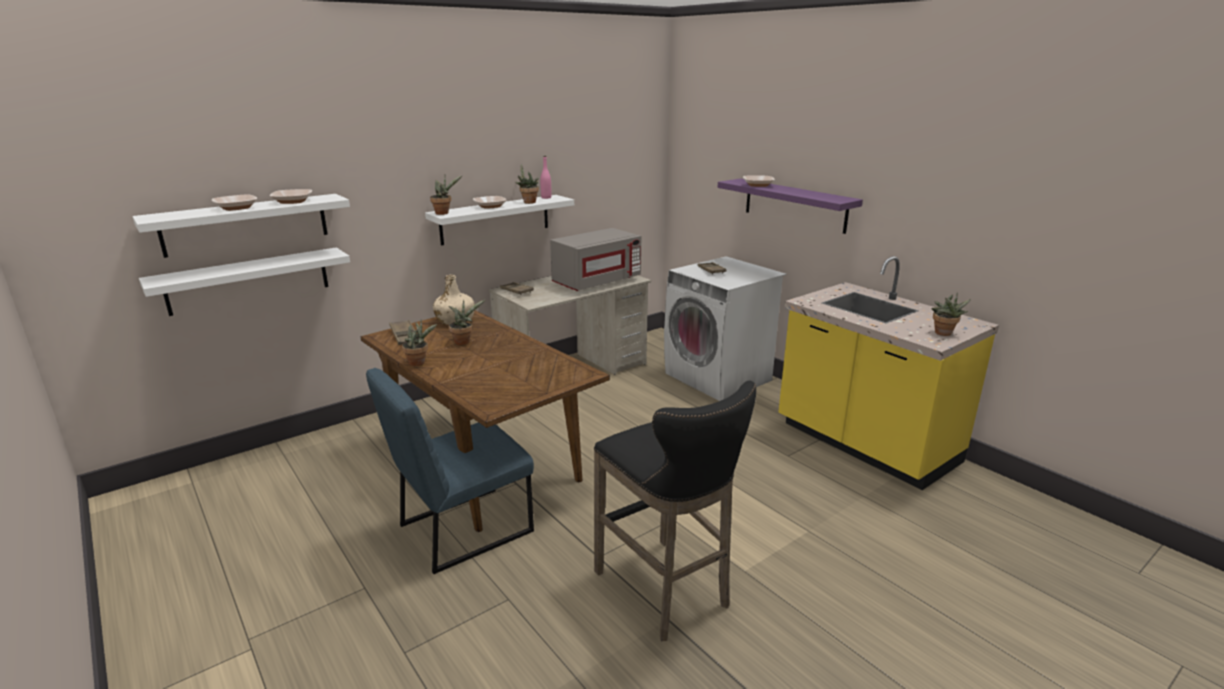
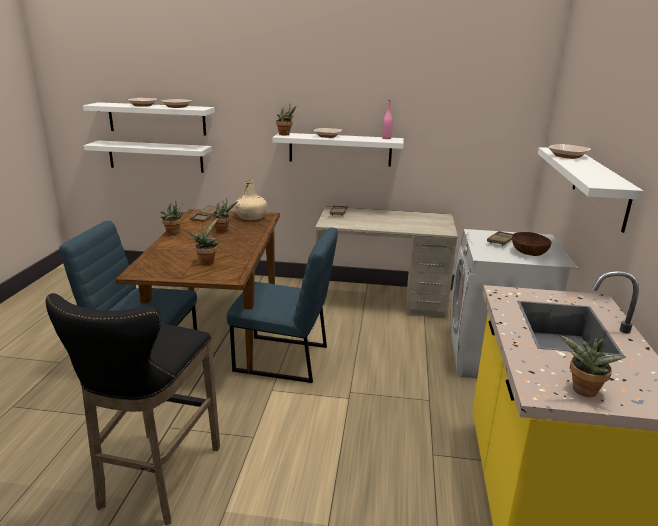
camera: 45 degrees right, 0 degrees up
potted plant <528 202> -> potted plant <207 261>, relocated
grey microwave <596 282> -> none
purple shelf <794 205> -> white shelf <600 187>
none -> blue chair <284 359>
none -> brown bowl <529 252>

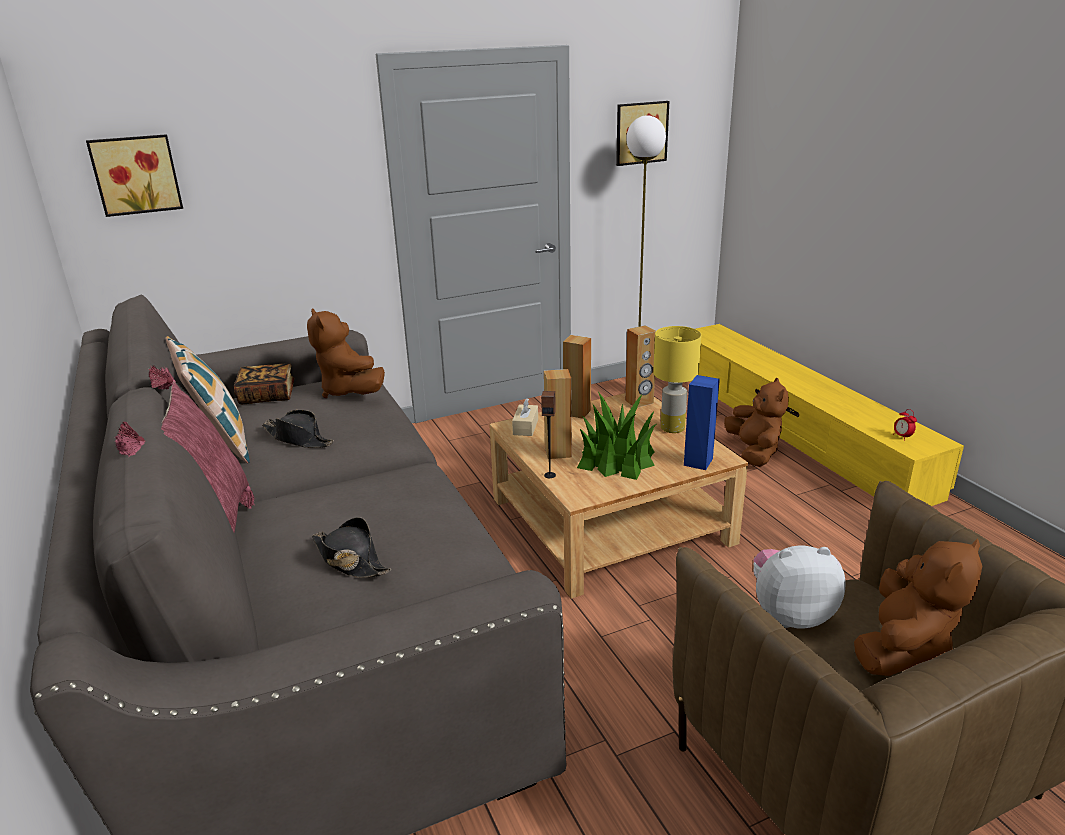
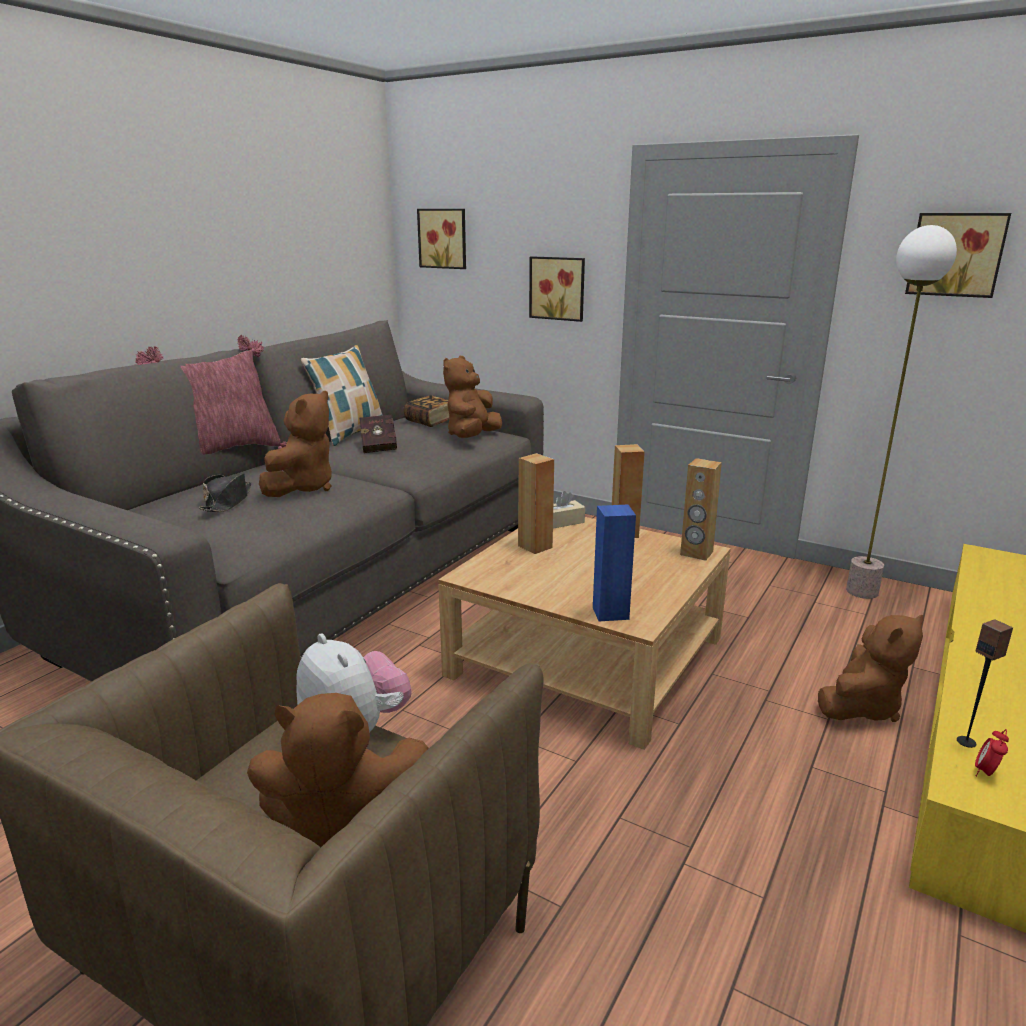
camera: 55 degrees right, 5 degrees down
black hat <299 439> -> red book <379 445>
speaker <550 475> -> speaker <966 742>, relocated
potted plant <616 459> -> none
yellow table lamp <673 428> -> none
none -> brown plush toy <302 487>
none -> picture <558 288>

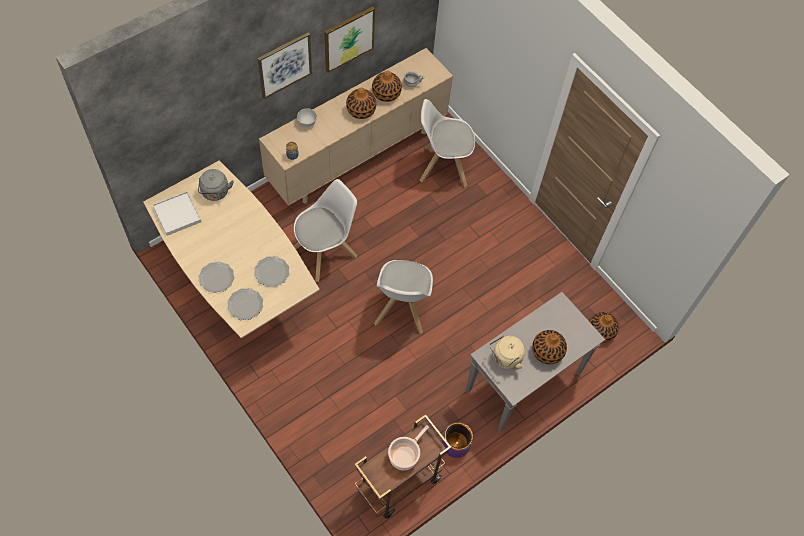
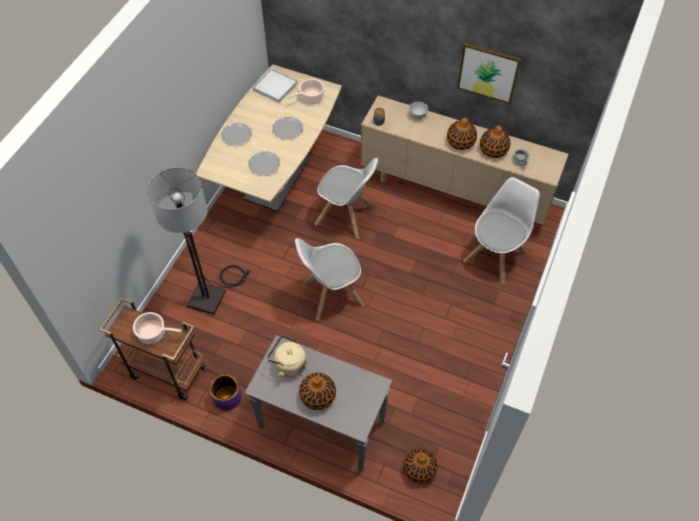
camera: 65 degrees right, 5 degrees down
grey kettle <215 193> -> cooking pot <310 98>
plate <245 305> -> plate <287 129>, relocated
picture <284 65> -> none
chair <443 166> -> chair <496 255>, 60 degrees clockwise
none -> floor lamp <215 292>

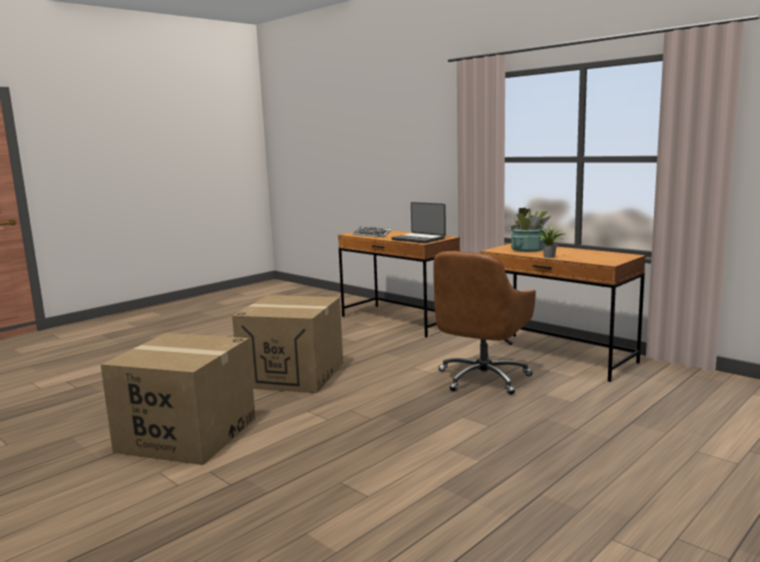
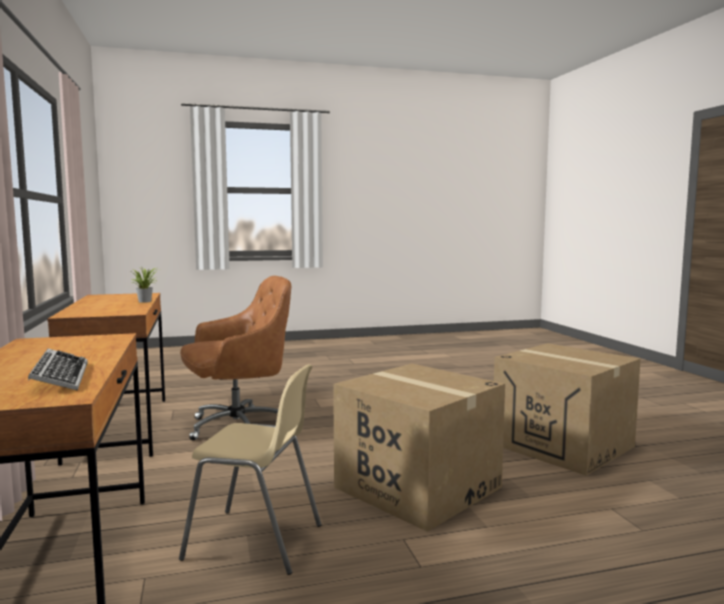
camera: 150 degrees left, 5 degrees down
laptop <419 239> -> none
potted plant <527 249> -> none
none -> beige chair <256 542>

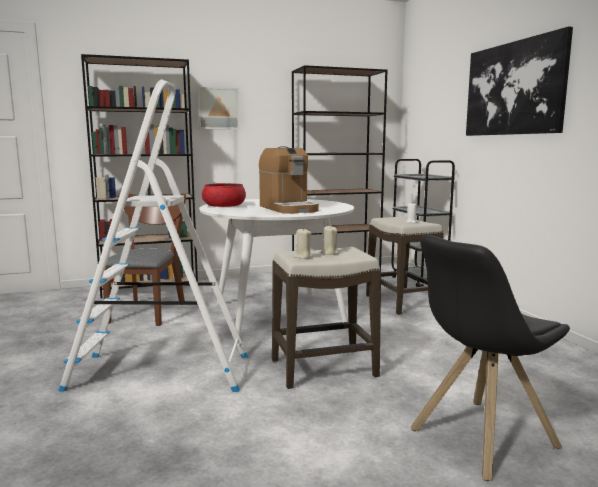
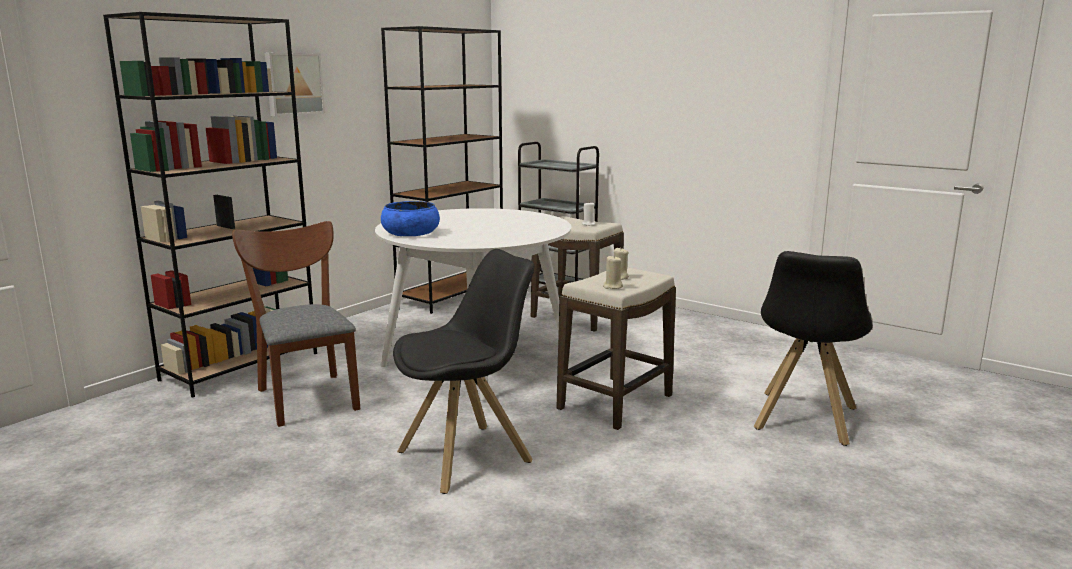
camera: 35 degrees left, 5 degrees up
white step ladder <159 372> -> black chair <466 456>
red bowl <224 205> -> blue bowl <410 233>
coffee machine <288 208> -> none
picture <514 88> -> none

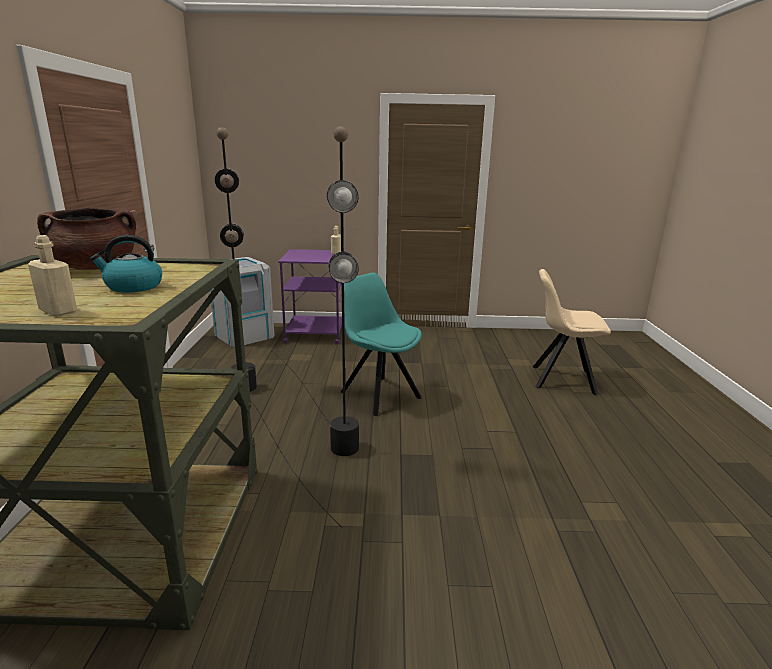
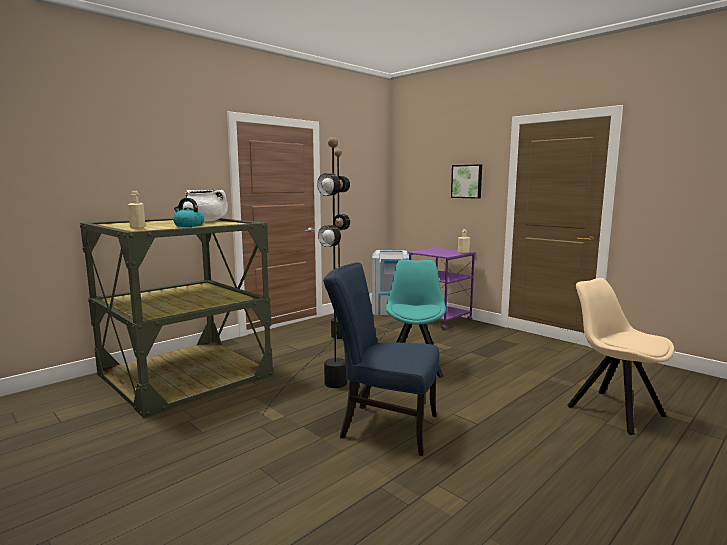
camera: 45 degrees right, 10 degrees down
brown cooking pot <96 268> -> white cooking pot <207 221>
none -> blue chair <382 426>
none -> picture <467 181>

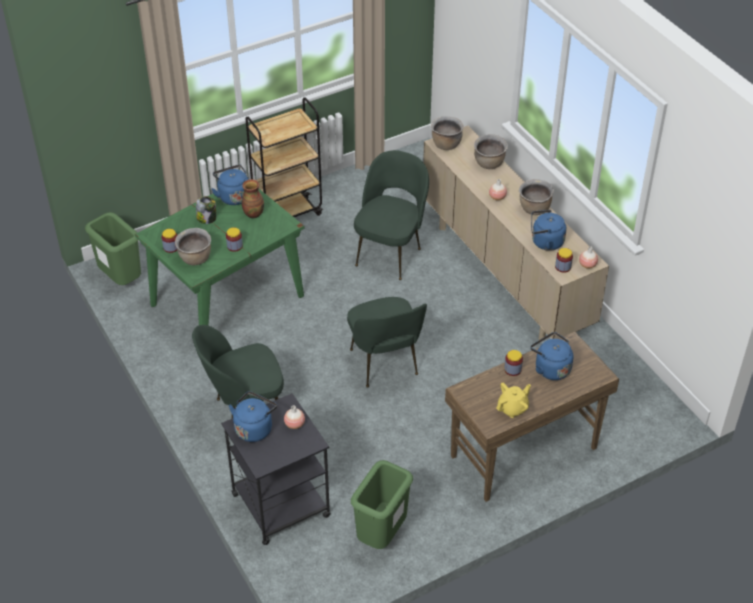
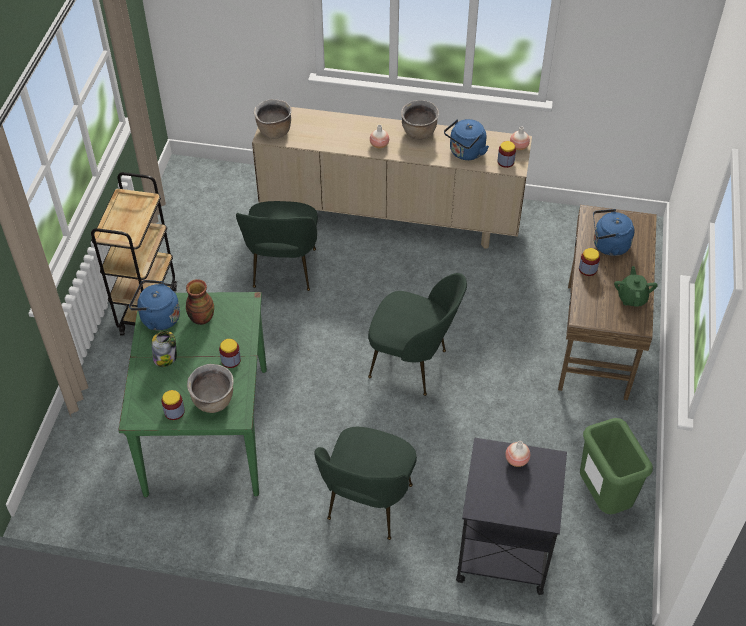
camera: 50 degrees left, 5 degrees up
green trash can <122 280> -> none
blue kettle <254 428> -> none
green chair <391 254> -> green chair <283 273>, 150 degrees counterclockwise
brown cooking pot <489 164> -> none
yellow teapot <513 408> -> green teapot <632 298>

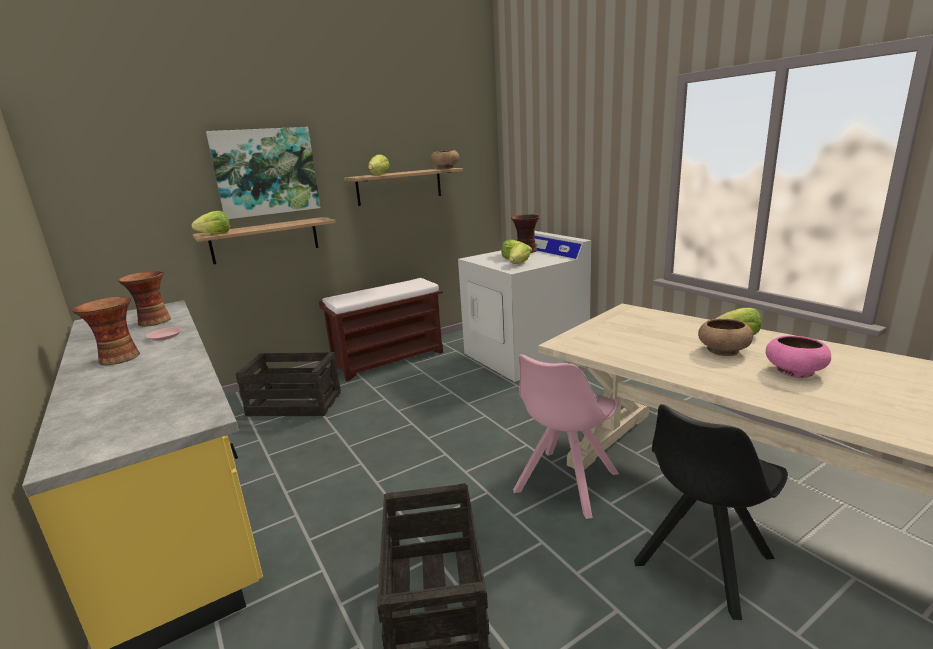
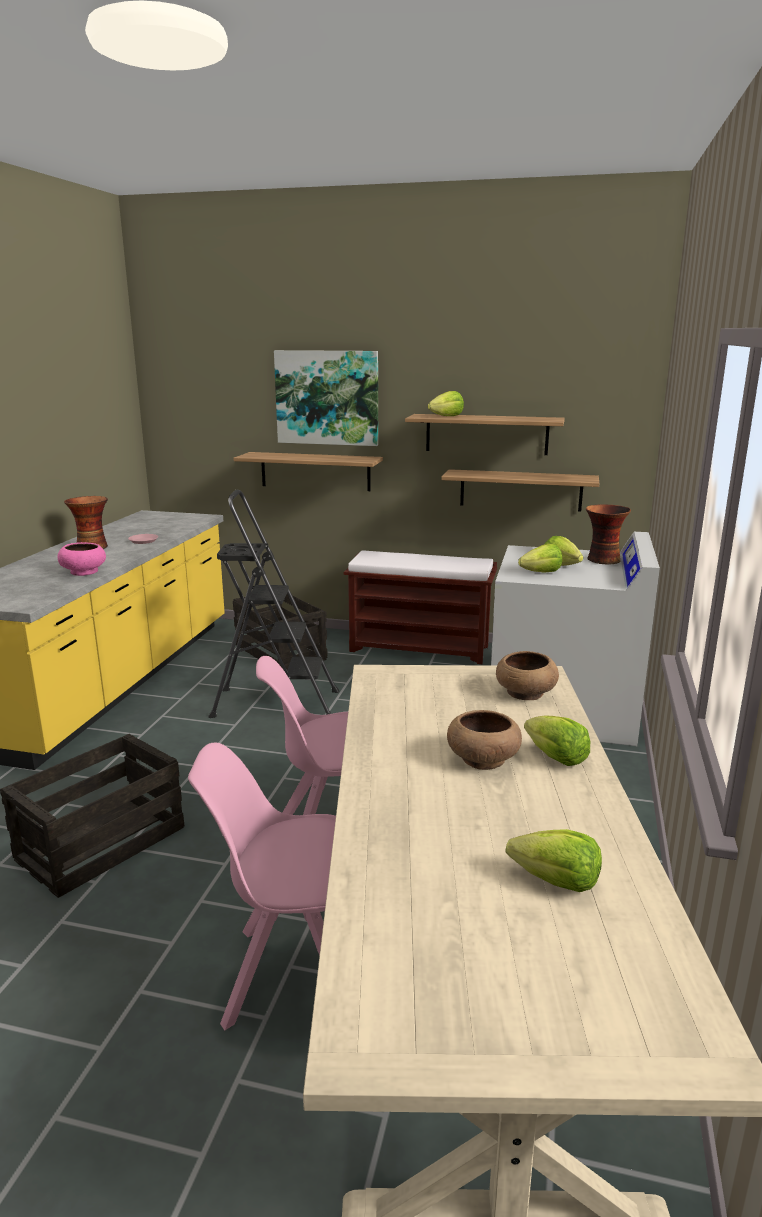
camera: 45 degrees right, 0 degrees up
vase <153 321> -> none
lettuce <215 234> -> lettuce <556 882>, relocated
brown bowl <445 168> -> brown bowl <525 693>, relocated
black chair <701 562> -> pink chair <293 976>
pink bowl <794 371> -> pink bowl <84 572>, relocated
none -> step ladder <274 703>
none -> shelf <520 490>

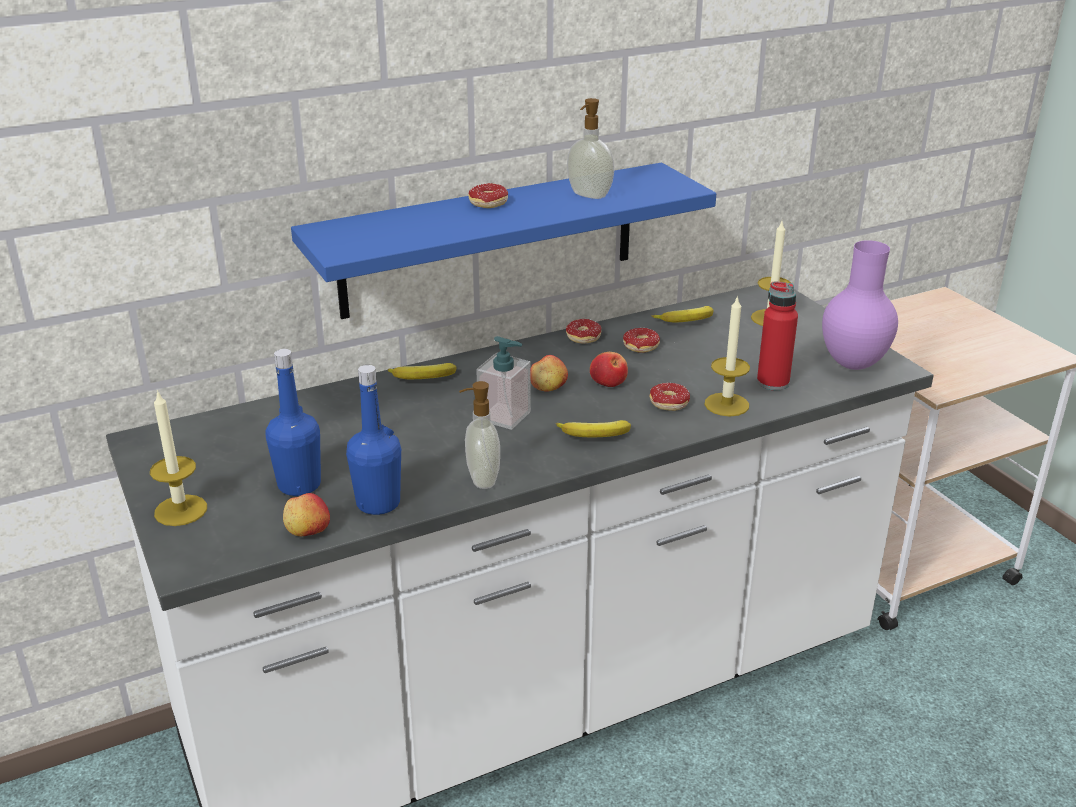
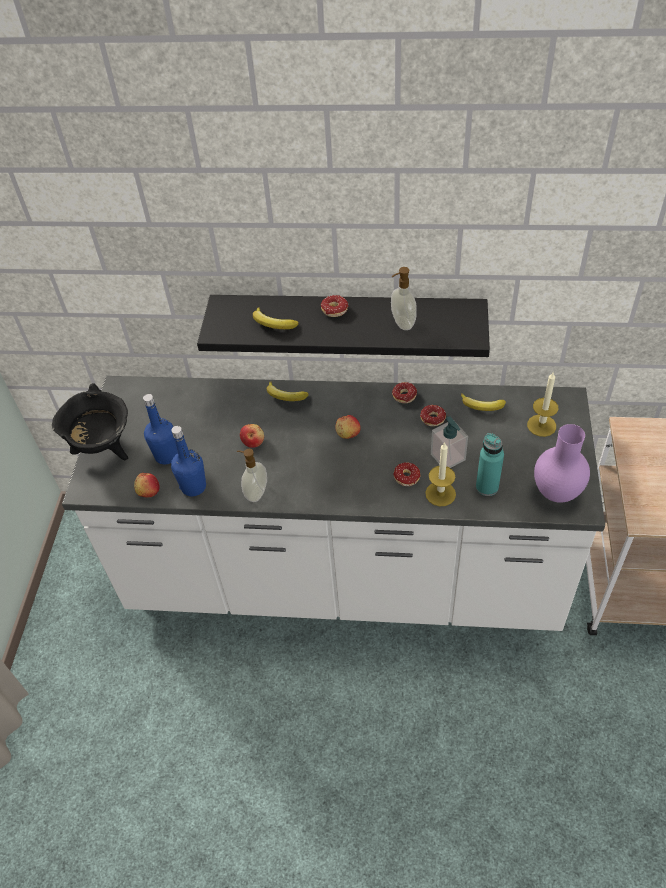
camera: 35 degrees right, 20 degrees up
candle <181 510> -> black cooking pot <104 449>
blue shelf <489 240> -> black shelf <347 322>
soap dispenser <504 416> -> soap dispenser <448 457>, relocated
banana <594 436> -> banana <273 324>, relocated
apple <608 382> -> apple <253 441>, relocated
red bottle <773 382> -> turquoise bottle <487 487>

